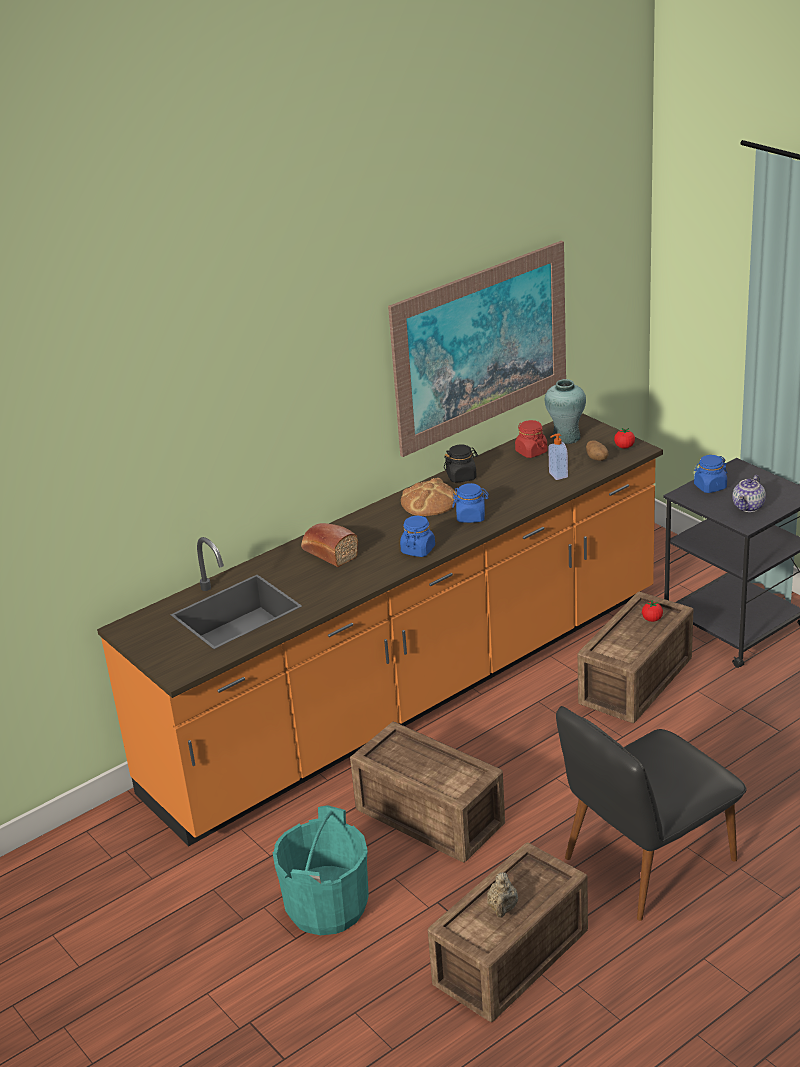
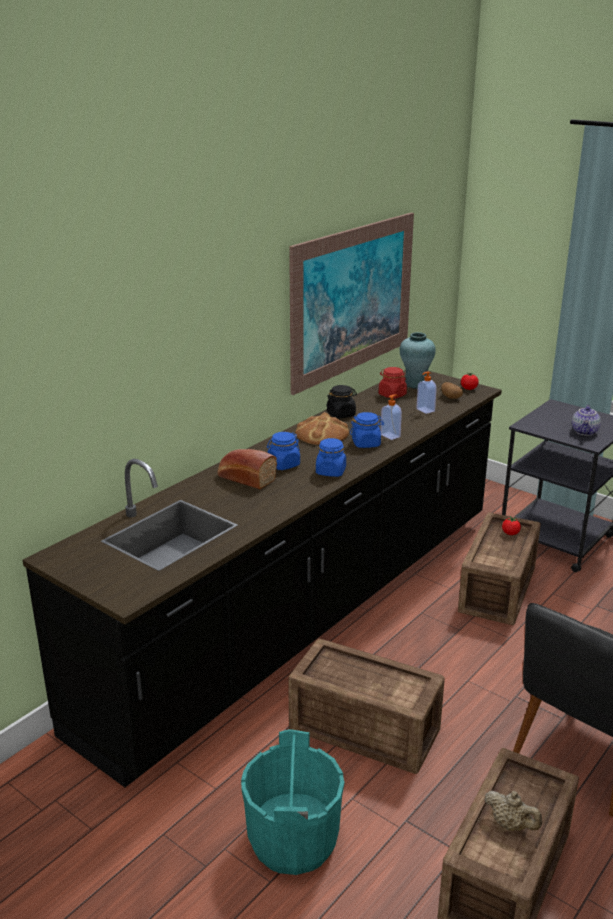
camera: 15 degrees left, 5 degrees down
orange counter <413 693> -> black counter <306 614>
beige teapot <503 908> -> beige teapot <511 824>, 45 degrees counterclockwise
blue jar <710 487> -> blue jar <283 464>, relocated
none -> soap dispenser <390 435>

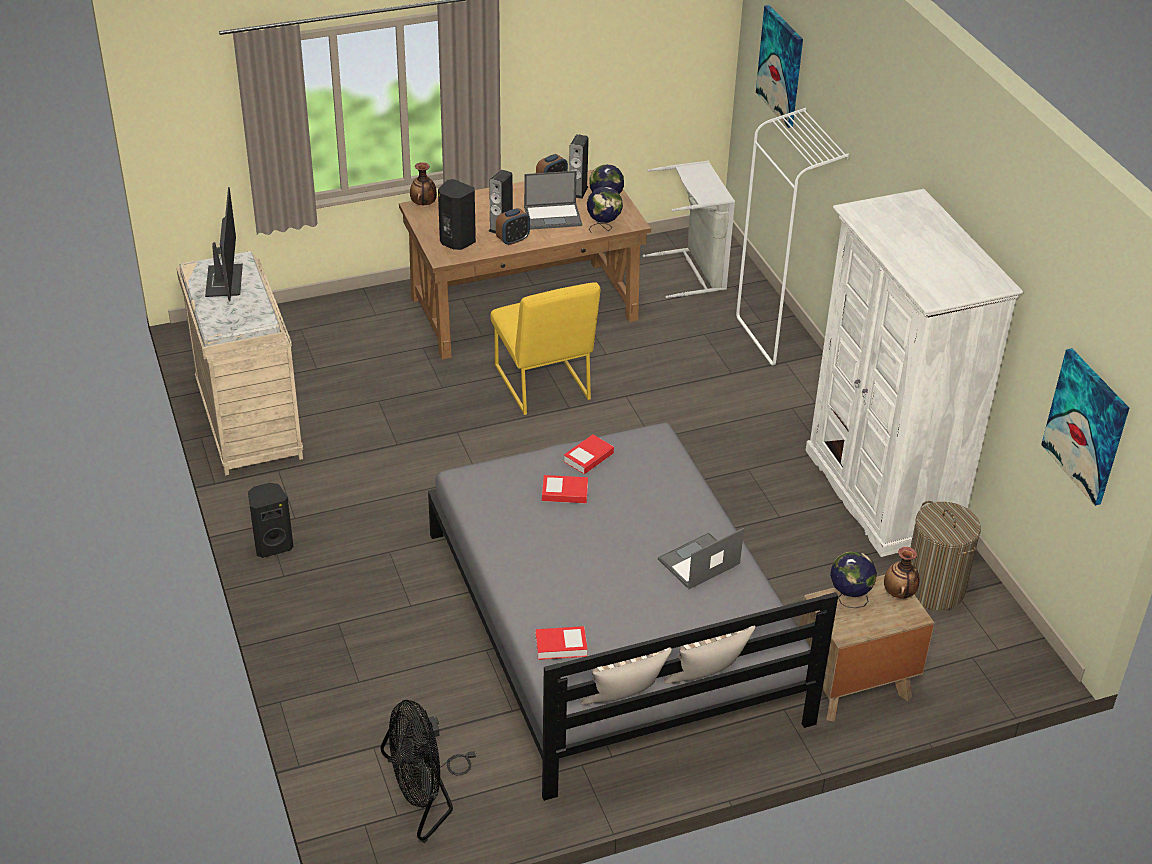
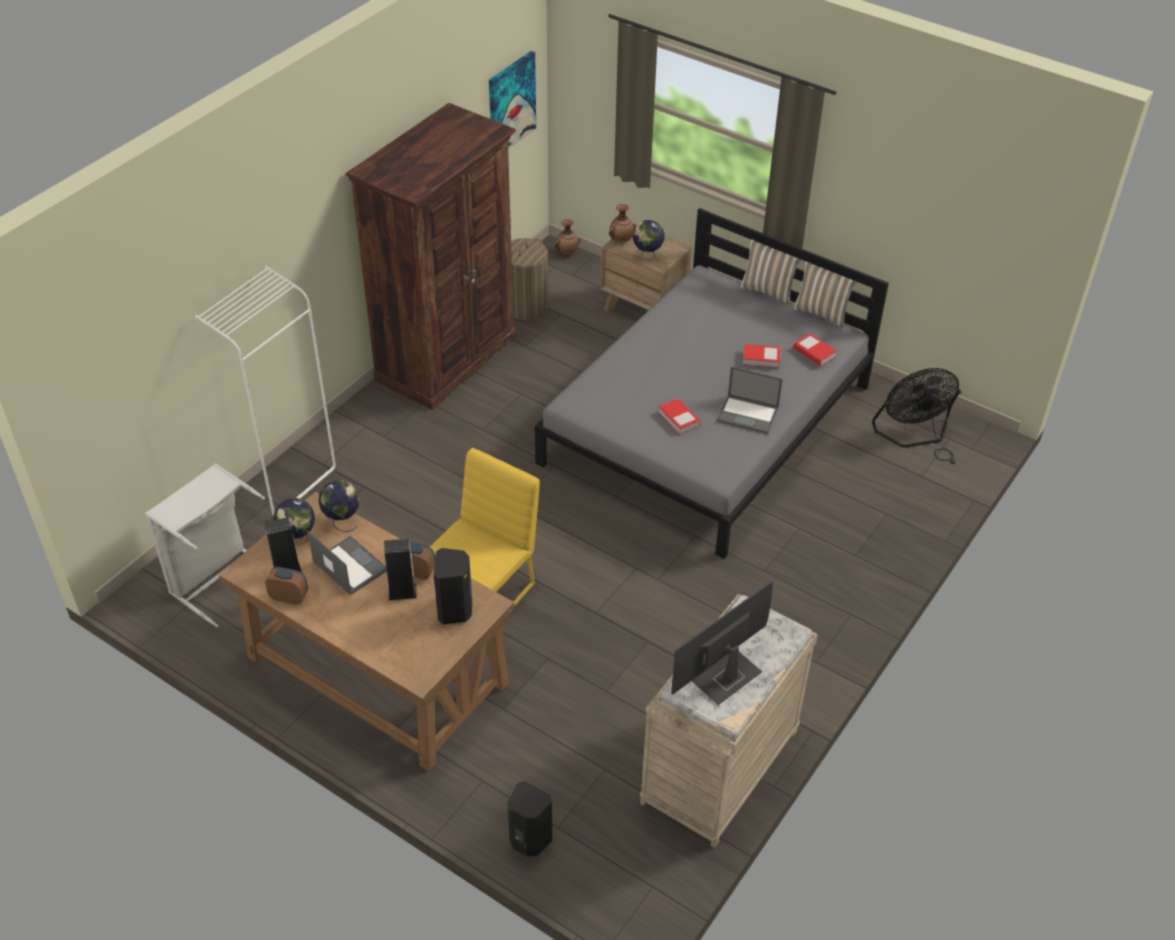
camera: 125 degrees left, 5 degrees up
black speaker <272 545> -> black speaker <529 840>, relocated
black fan <426 790> -> black fan <919 436>, 135 degrees counterclockwise
vase <424 204> -> vase <567 252>, relocated
book <588 458> -> book <761 358>, relocated
laptop <698 562> -> laptop <748 414>, relocated
picture <781 66> -> none
white wardrobe <881 492> -> brown wardrobe <447 358>

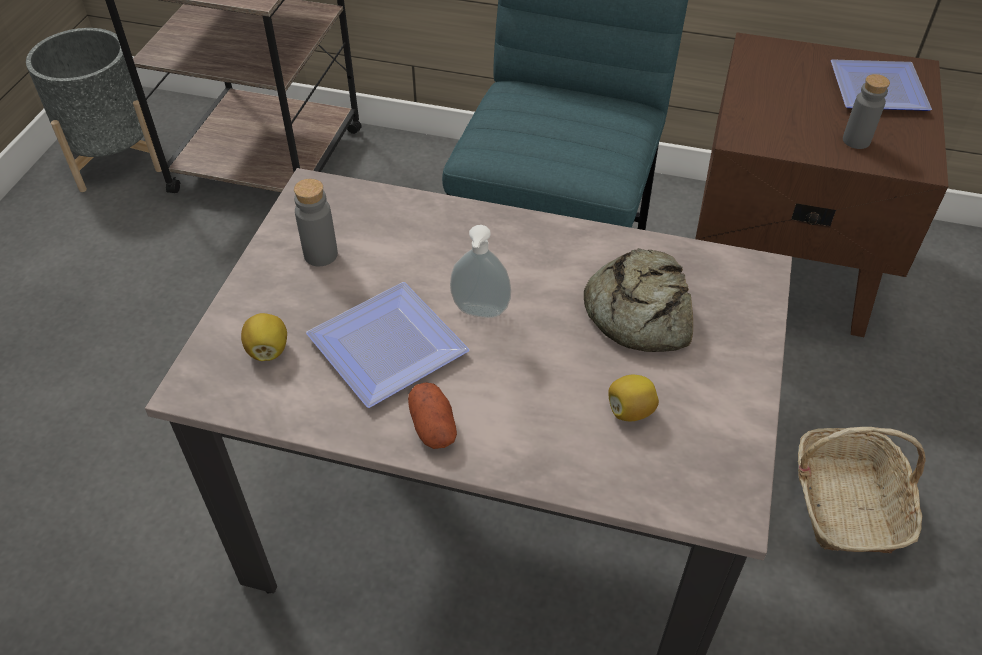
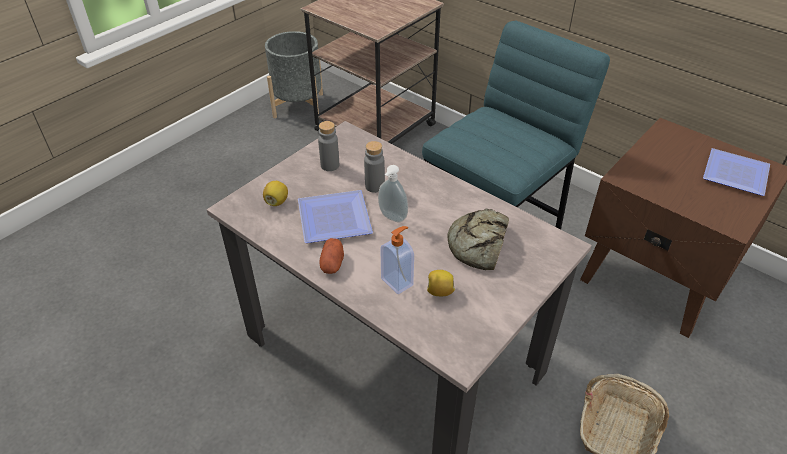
camera: 25 degrees right, 5 degrees down
grey bottle <856 140> -> grey bottle <374 186>, relocated
none -> soap dispenser <398 281>

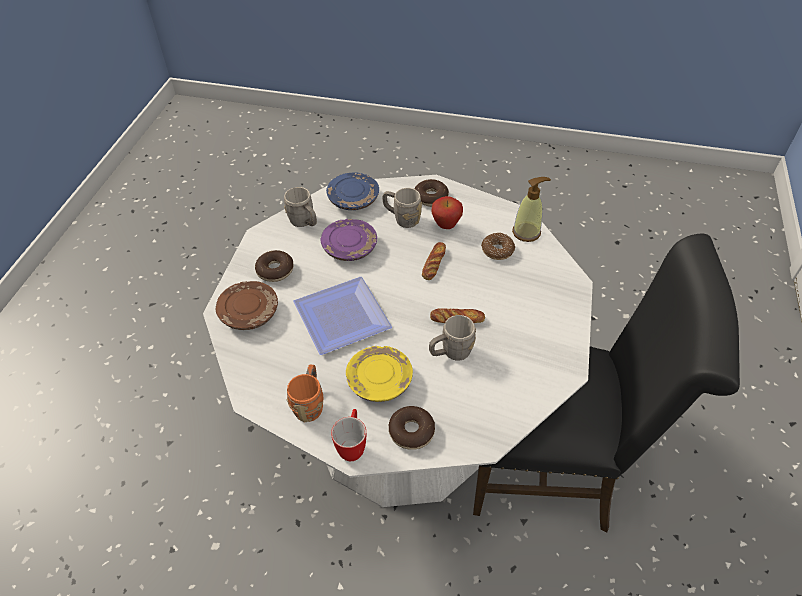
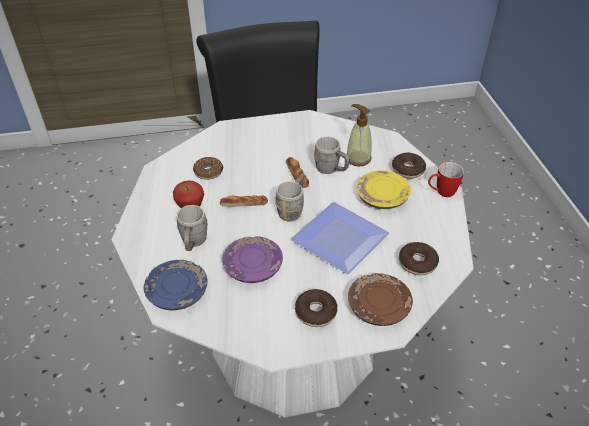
camera: 115 degrees left, 5 degrees down
grey mug <304 222> -> grey mug <292 210>, relocated
orange mug <310 403> -> none
donut <431 197> -> donut <417 263>, relocated
soap dispenser <526 232> -> soap dispenser <358 158>, relocated

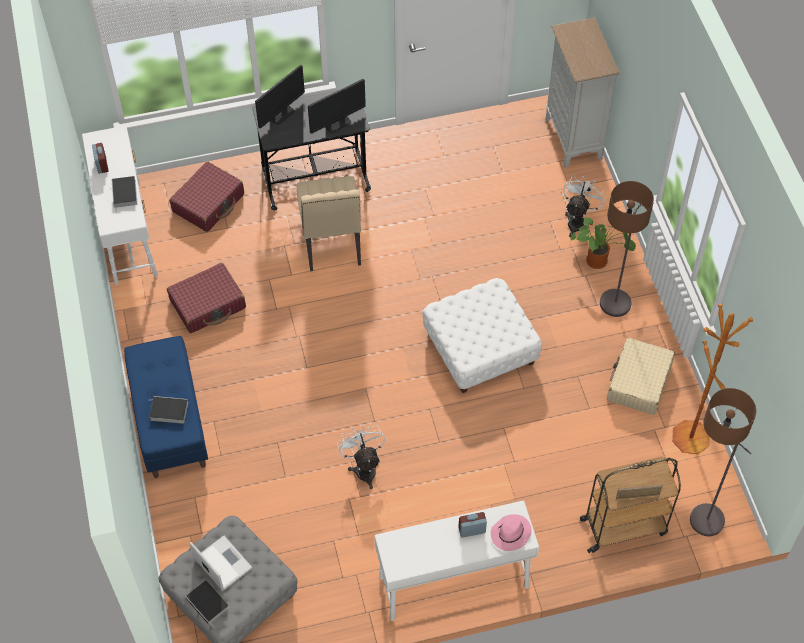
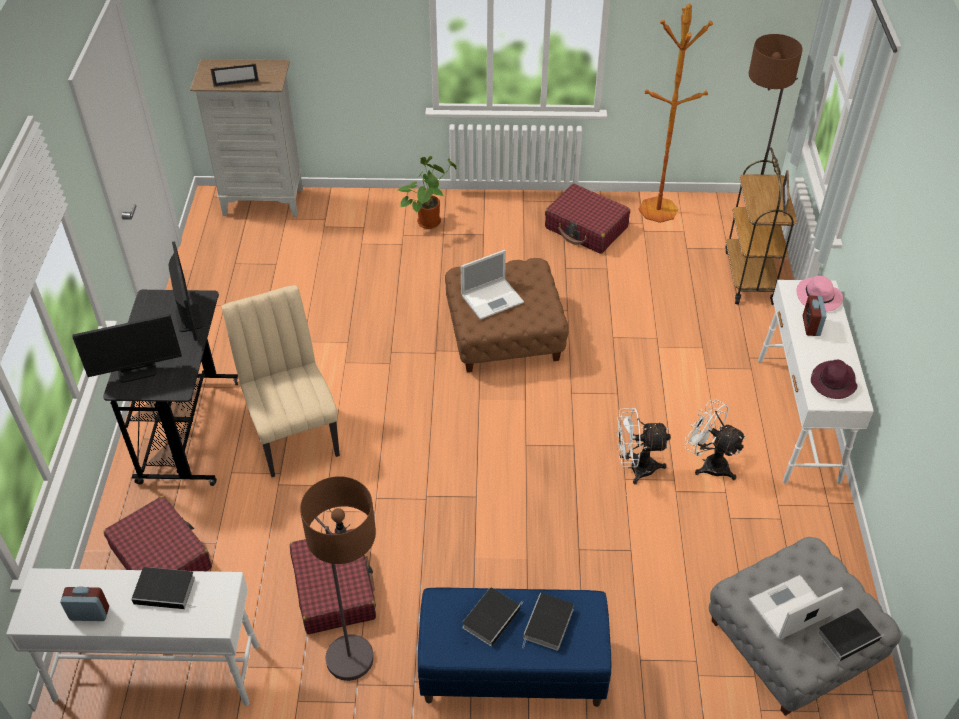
camera: 75 degrees left, 10 degrees down
monitor <280 113> -> monitor <137 370>, 105 degrees clockwise
beige chair <331 240> -> beige chair <293 434>, 120 degrees counterclockwise
white ottoman <480 348> -> brown ottoman <504 333>
white fan <578 220> -> white fan <709 463>, relocated
brown floor lamp <610 310> -> brown floor lamp <359 668>, relocated
beige suitcase <638 382> -> red suitcase <586 228>
none -> picture frame <236 83>
none -> laptop <493 298>
none -> book <491 617>
none -> purple hat <833 383>

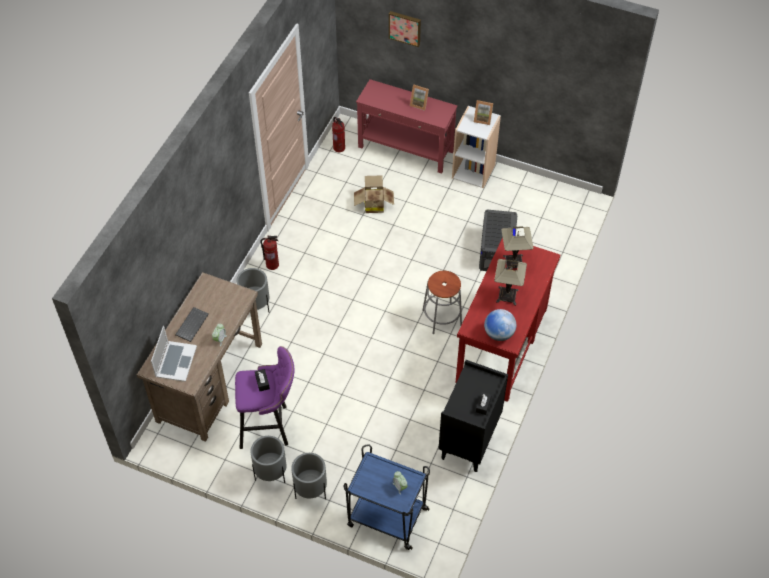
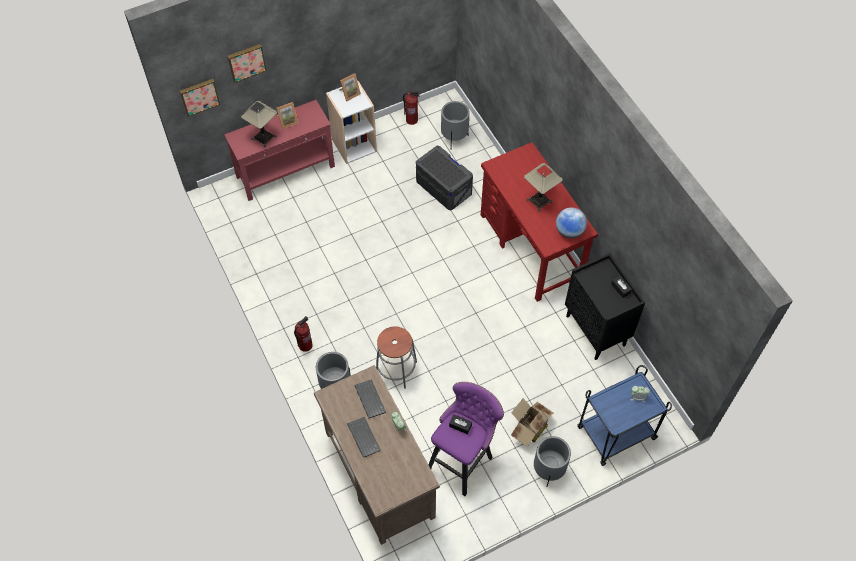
camera: 50 degrees left, 5 degrees up
laptop <175 361> -> none
grey planter <271 474> -> grey planter <454 138>, relocated
fire extinguisher <339 148> -> fire extinguisher <412 120>, relocated
cardboard box <373 205> -> cardboard box <529 428>, relocated
grey stool <442 318> -> grey stool <396 369>, relocated
table lamp <514 262> -> table lamp <264 138>, relocated
none -> picture <199 96>
none -> keyboard <369 399>

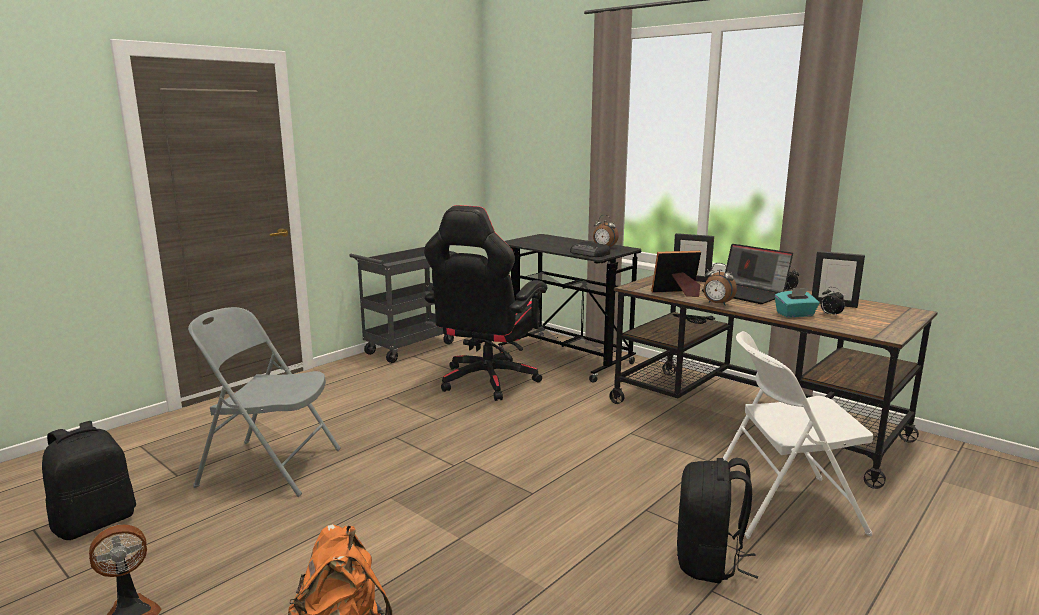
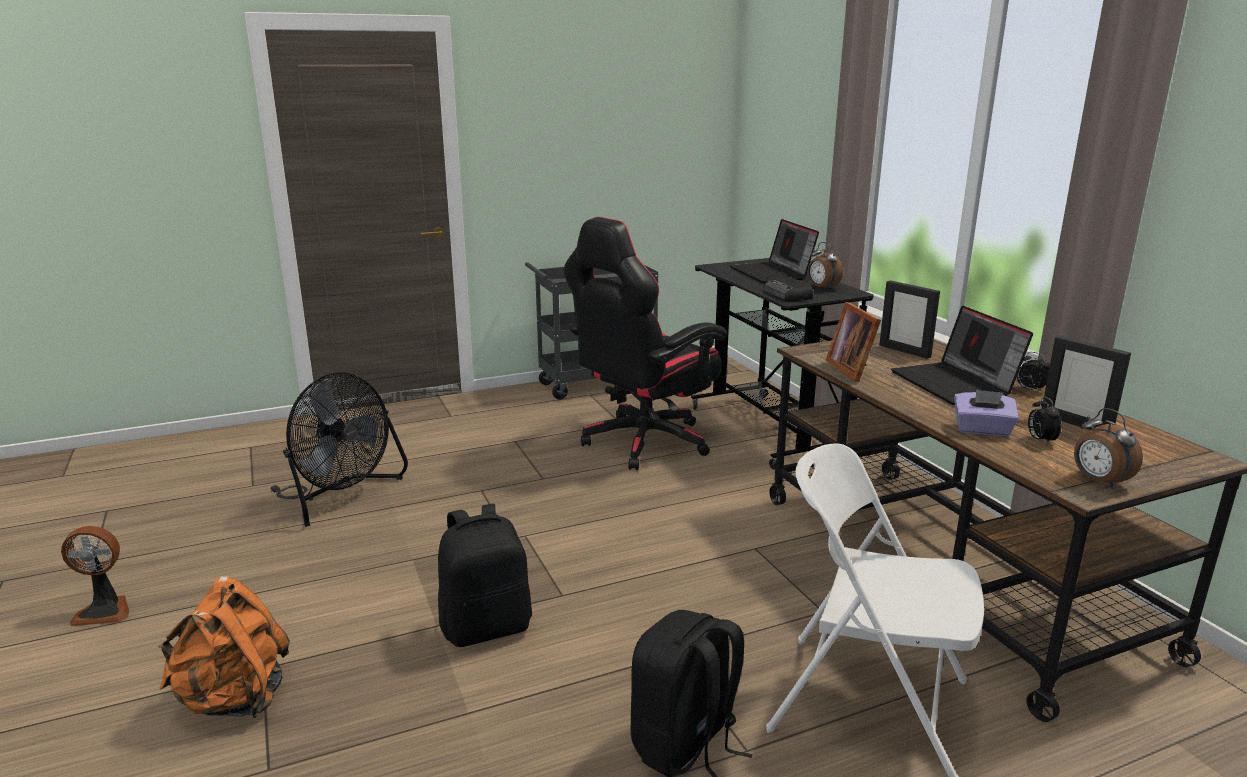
camera: 25 degrees right, 5 degrees up
black backpack <95 522> -> black backpack <487 627>, relocated
grey chair <271 467> -> black fan <336 496>
picture frame <677 293> -> picture frame <852 369>, 120 degrees counterclockwise
alarm clock <717 304> -> alarm clock <1098 481>, relocated
turquoise tissue box <795 314> -> purple tissue box <982 430>
none -> laptop <772 273>

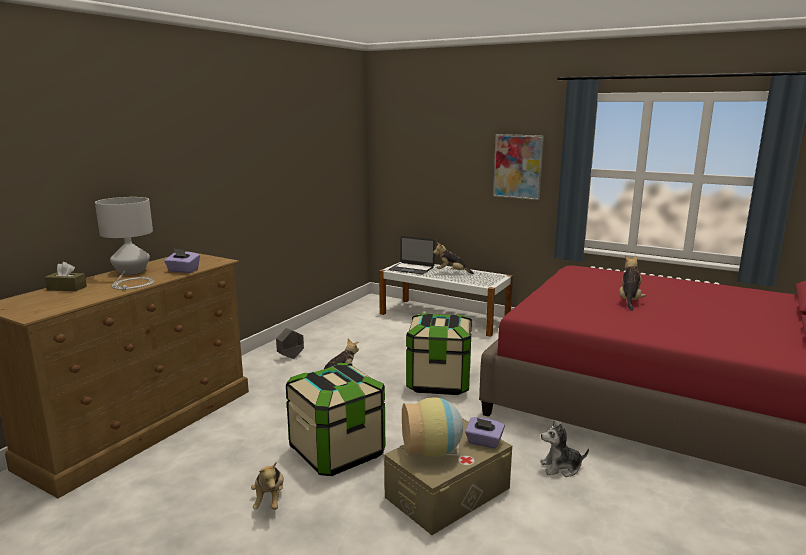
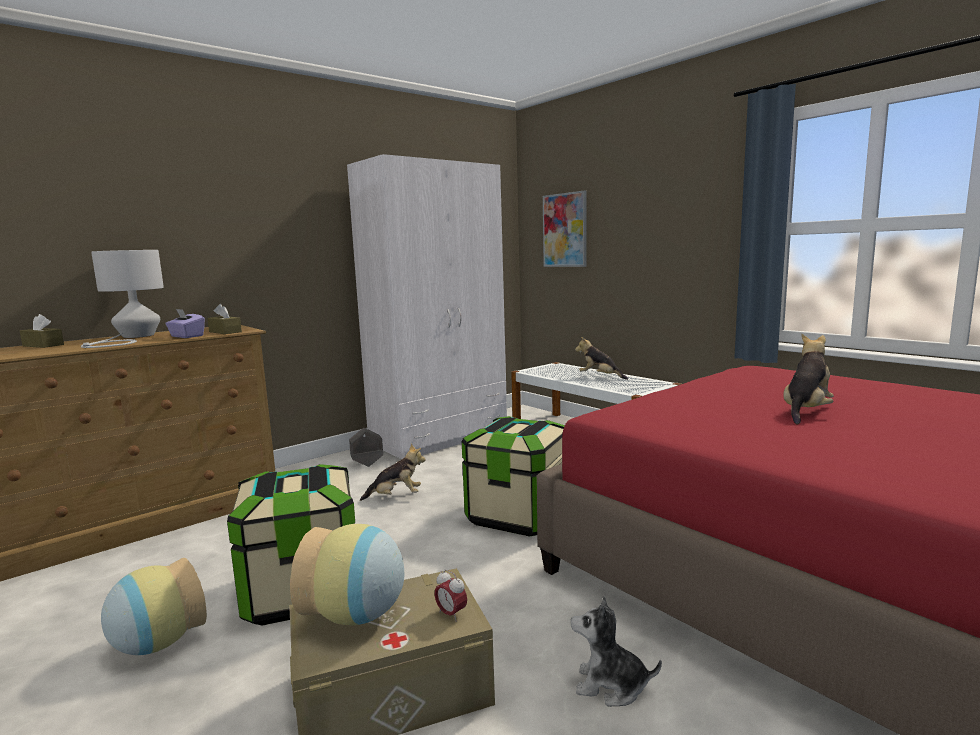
camera: 20 degrees right, 5 degrees down
plush toy <269 499> -> vase <157 643>
laptop <411 268> -> none
purple tissue box <484 442> -> alarm clock <451 614>
picture <518 166> -> picture <565 230>, relocated
none -> brown tissue box <225 332>
none -> white wardrobe <440 438>

